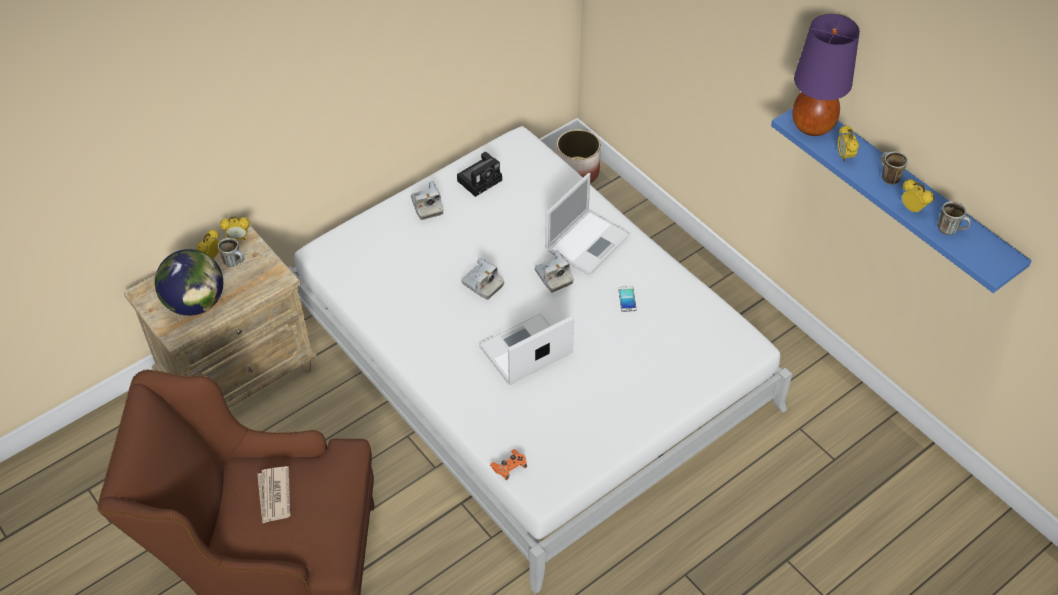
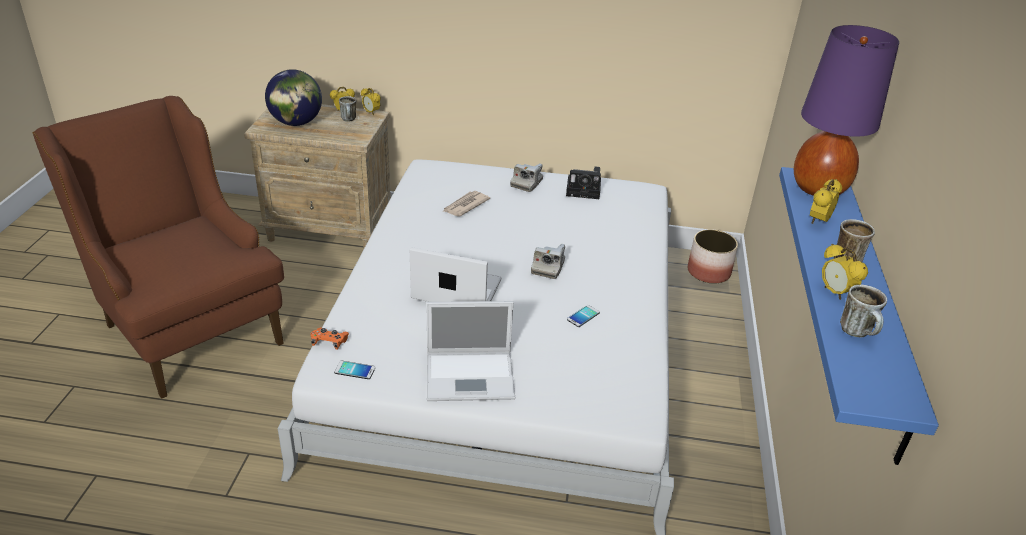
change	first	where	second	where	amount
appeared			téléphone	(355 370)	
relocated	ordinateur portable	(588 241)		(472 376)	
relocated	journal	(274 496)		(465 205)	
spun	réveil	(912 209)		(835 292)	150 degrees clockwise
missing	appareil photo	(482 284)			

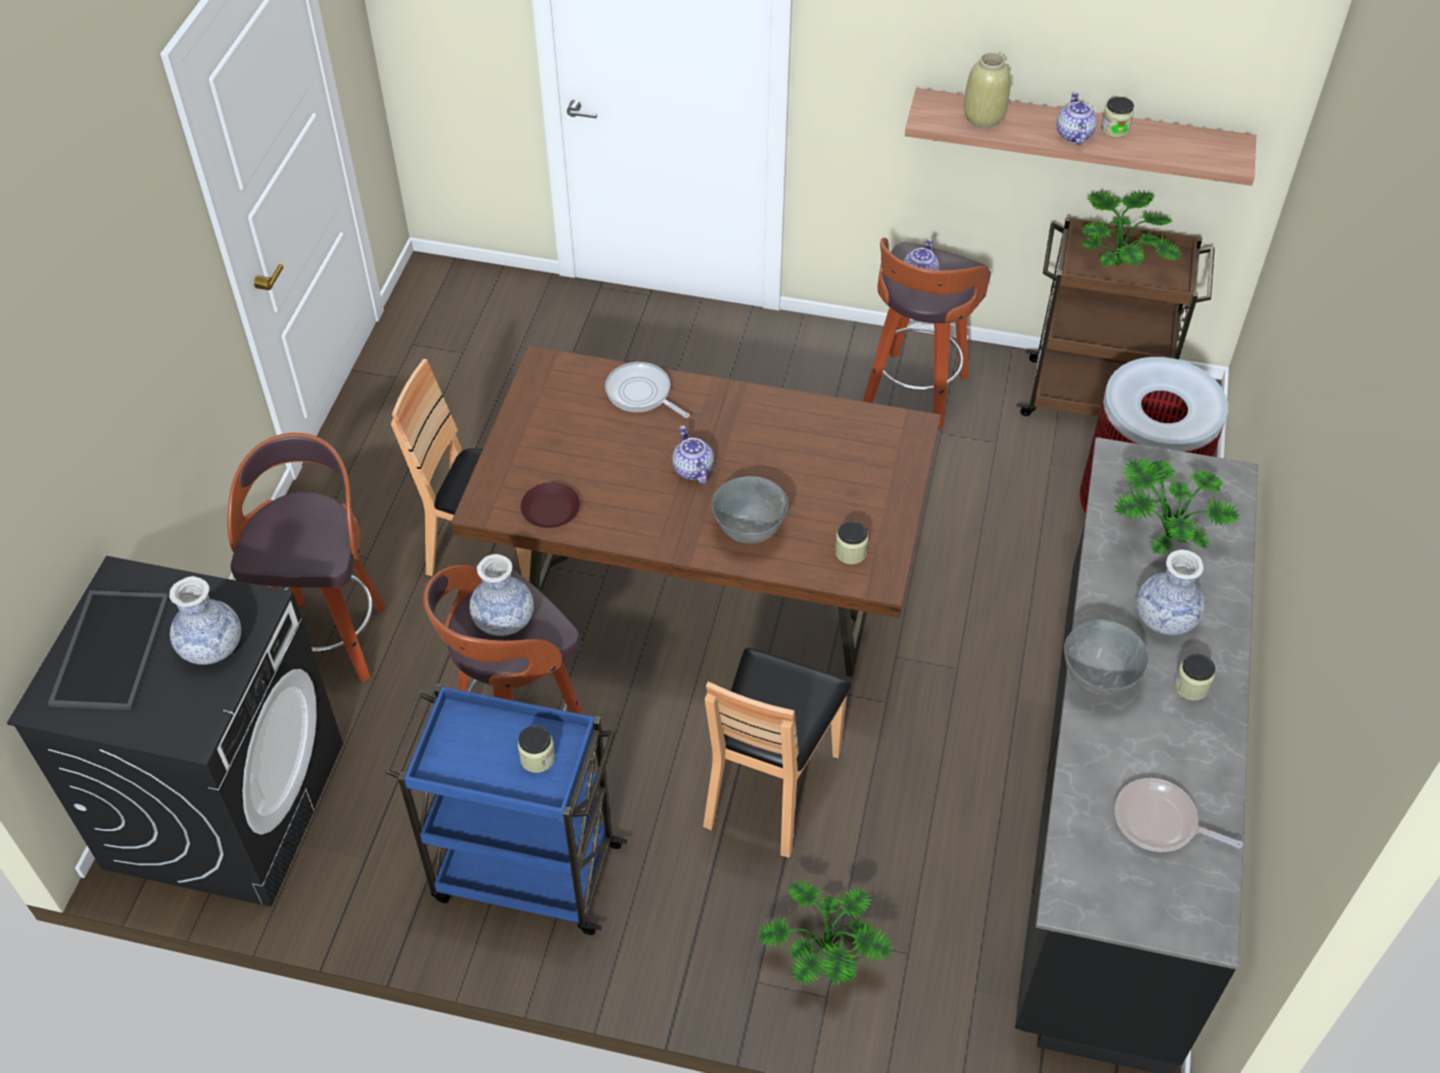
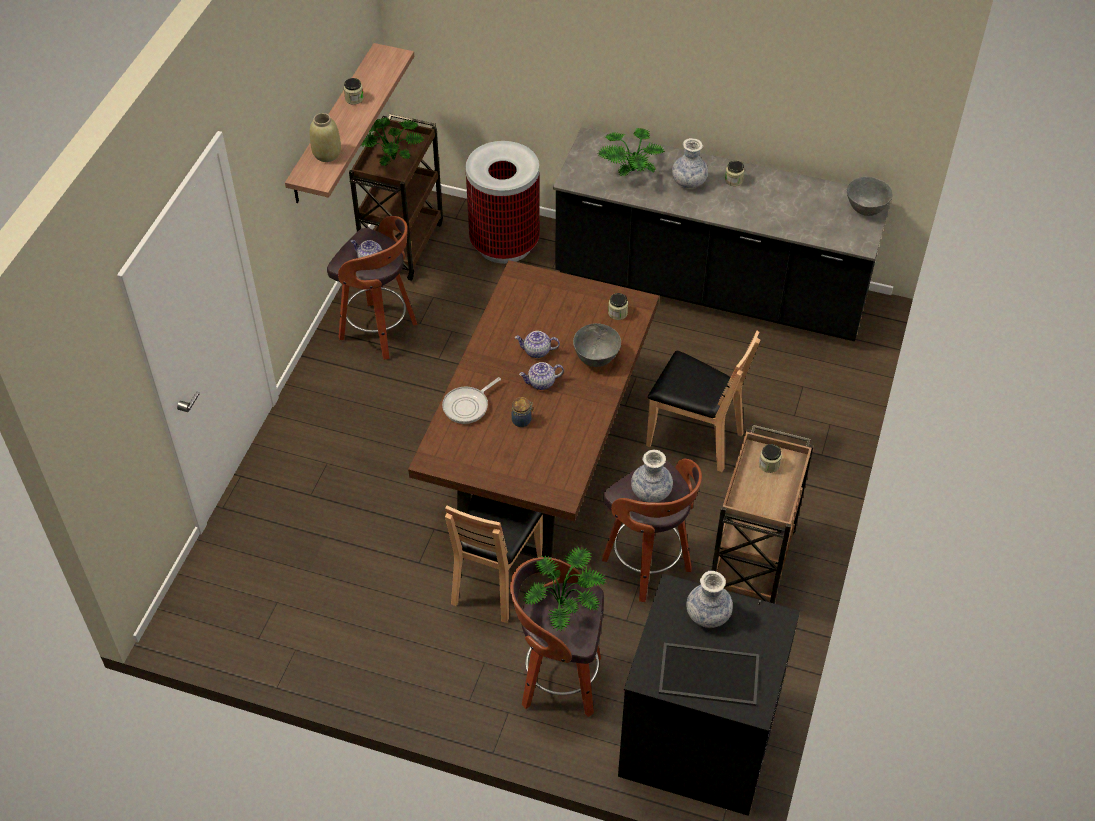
change	first	where	second	where	amount
appeared			bocal	(522 420)	
relocated	théière	(1073 134)		(537 351)	
relocated	plante en pot	(824 957)		(565 605)	
colour	chariot [bleu]	(524 871)	chariot [marron]	(751 565)	
relocated	bol [gris]	(1099 679)		(865 209)	
missing	assiette [marron]	(551 509)			
missing	poêle	(1160 822)			

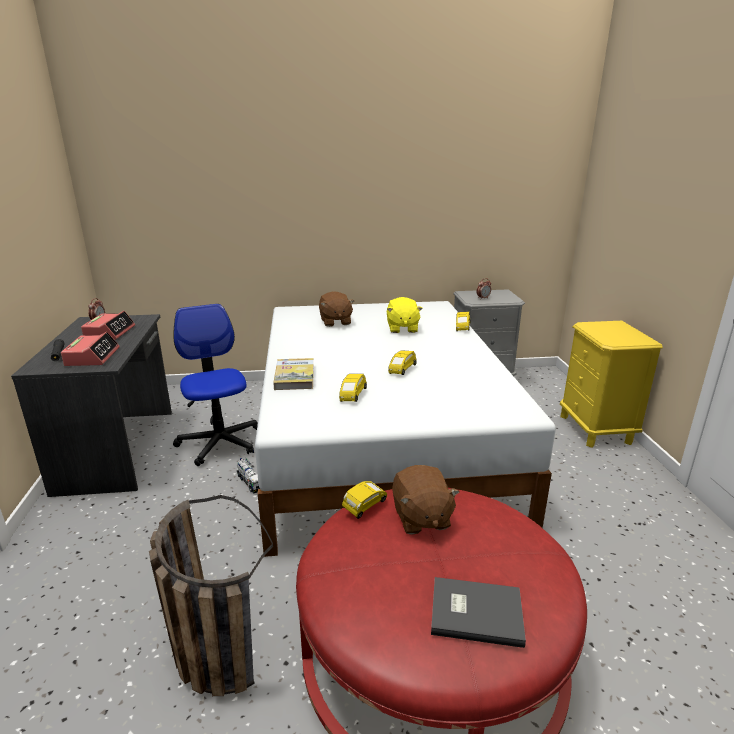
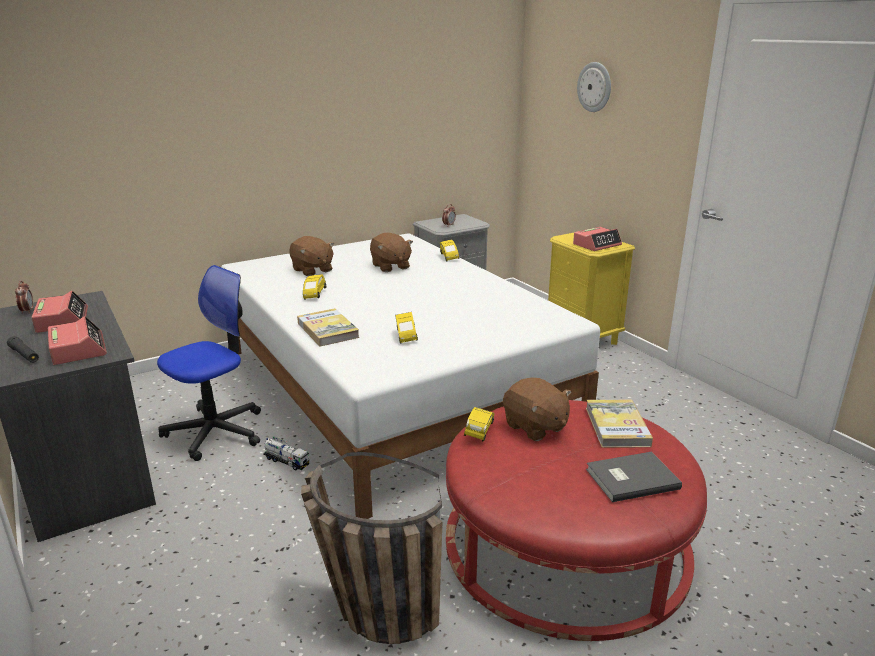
change	first	where	second	where	amount
spun	chaise de bureau	(220 442)		(215 431)	90 degrees clockwise
relocated	petite voiture [jaune]	(401 370)		(314 294)	
colour	peluche [jaune]	(402 328)	peluche [marron]	(390 266)	
appeared			réveil	(597 245)	
appeared			horloge murale	(595 87)	
appeared			livre	(617 426)	

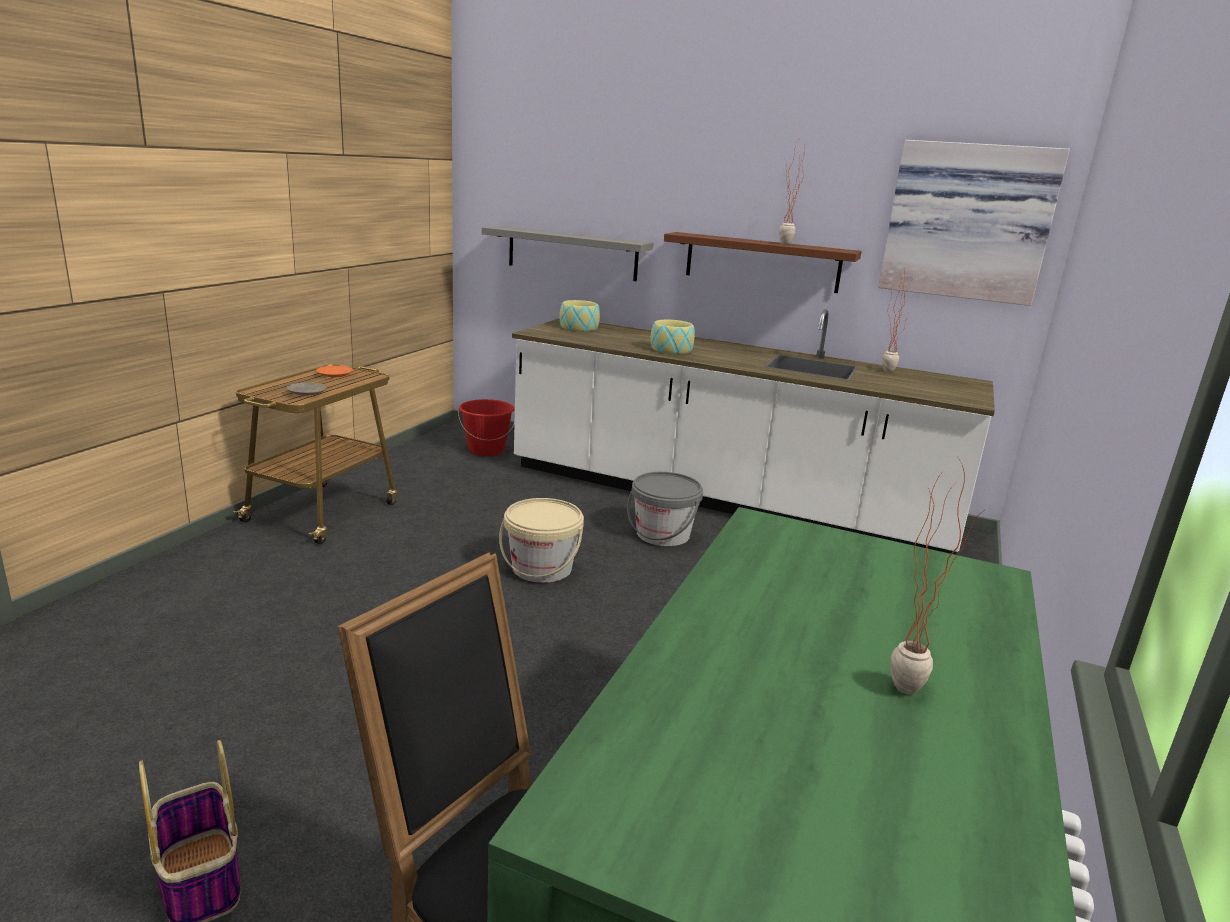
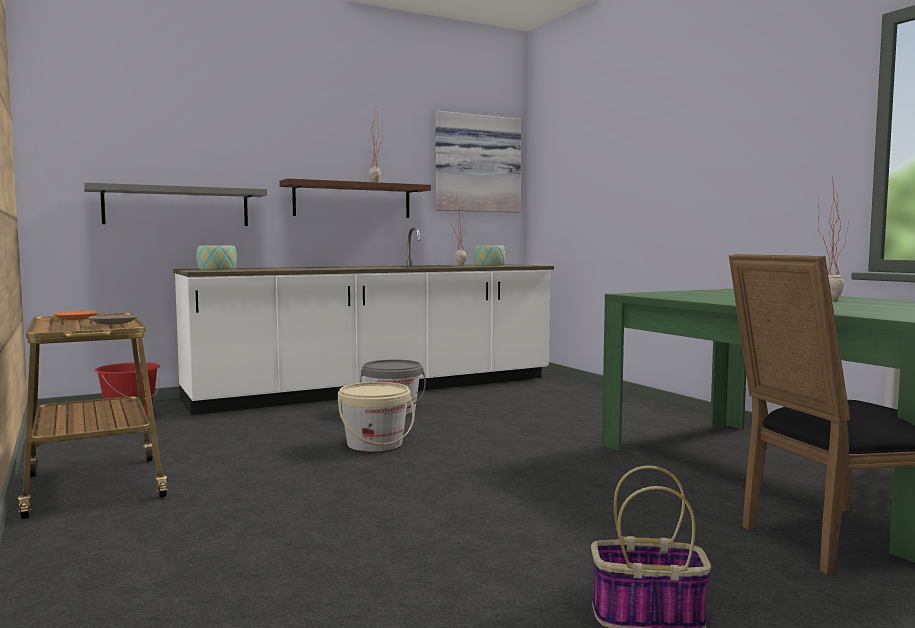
change	first	where	second	where	amount
relocated	bol	(671 350)		(489 265)	

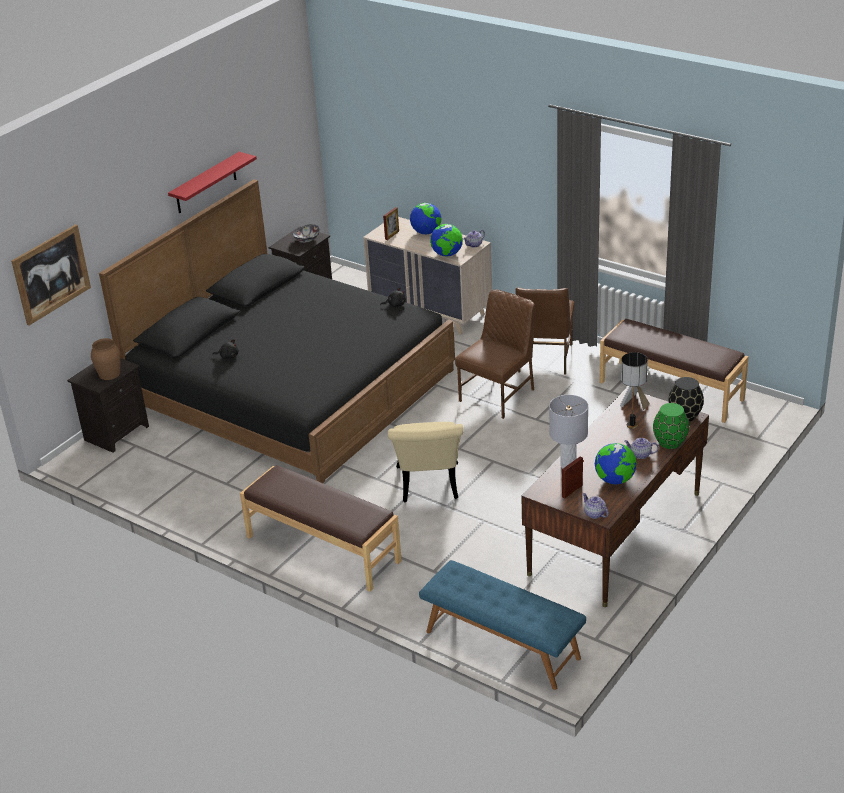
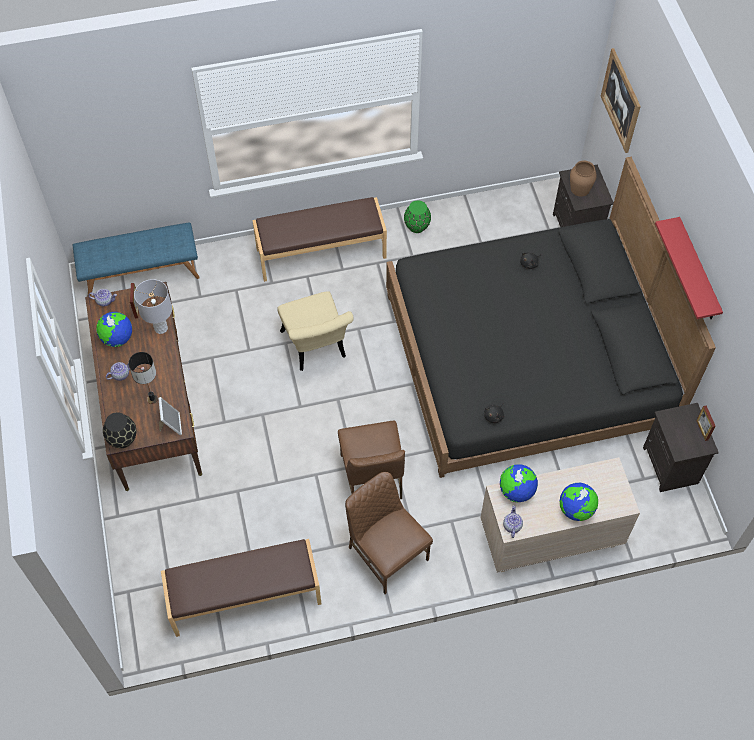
change	first	where	second	where	amount
spun	chaise [beige]	(428 487)		(316 348)	150 degrees counterclockwise
relocated	vase [vert]	(670 442)		(417 226)	
relocated	cadre photo	(392 235)		(702 430)	
missing	bol	(307 240)			

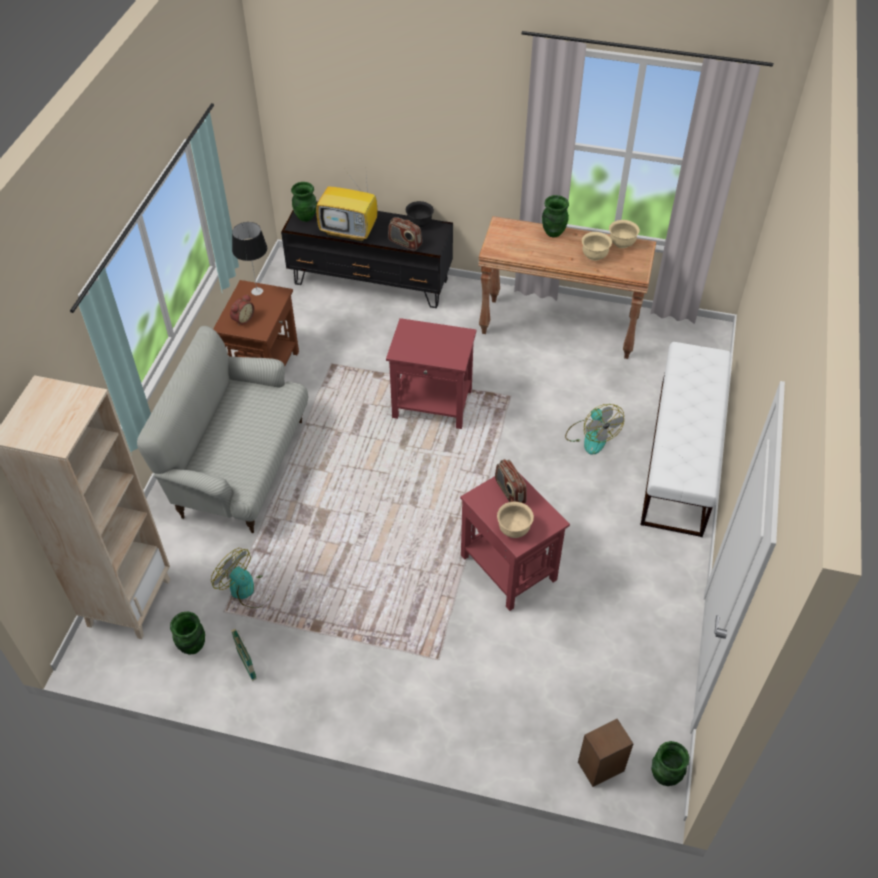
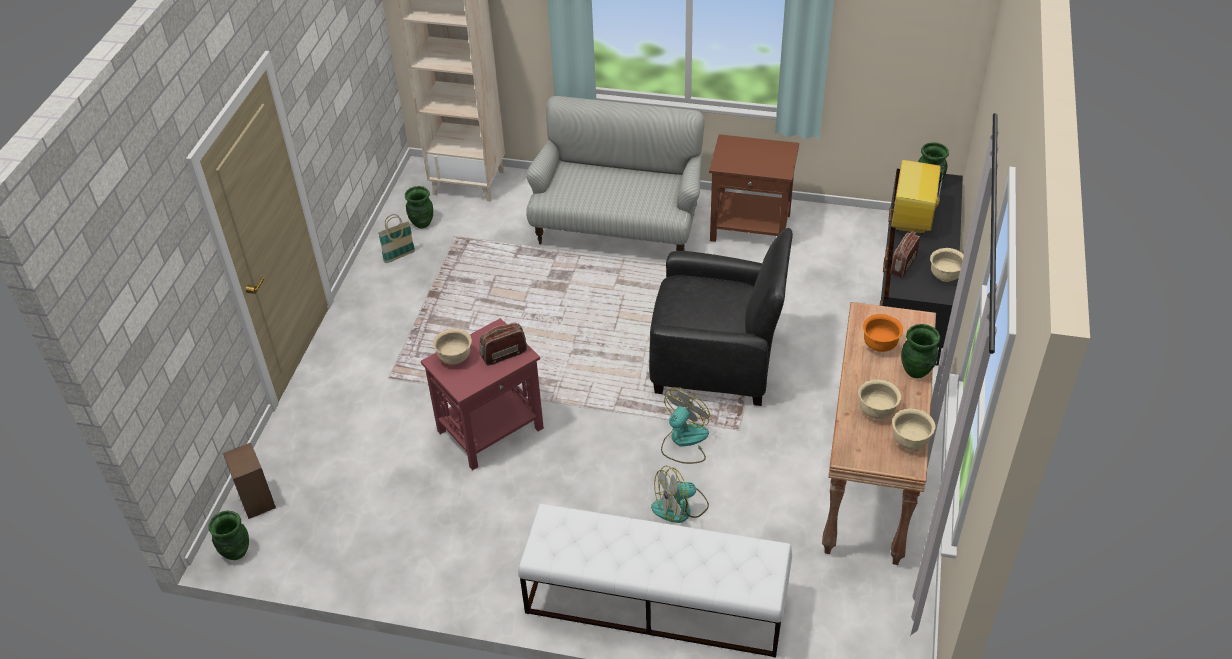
change	first	where	second	where	amount
exchanged	table d'appoint [rouge]	(432 404)	fauteuil [noir]	(717 360)	
relocated	ventilateur	(248 589)		(684 441)	
appeared			bol [orange]	(880 345)	
colour	bol [noir]	(419 224)	bol [beige]	(945 276)	
missing	réveil	(242 319)			
missing	lampe de table	(257 291)			

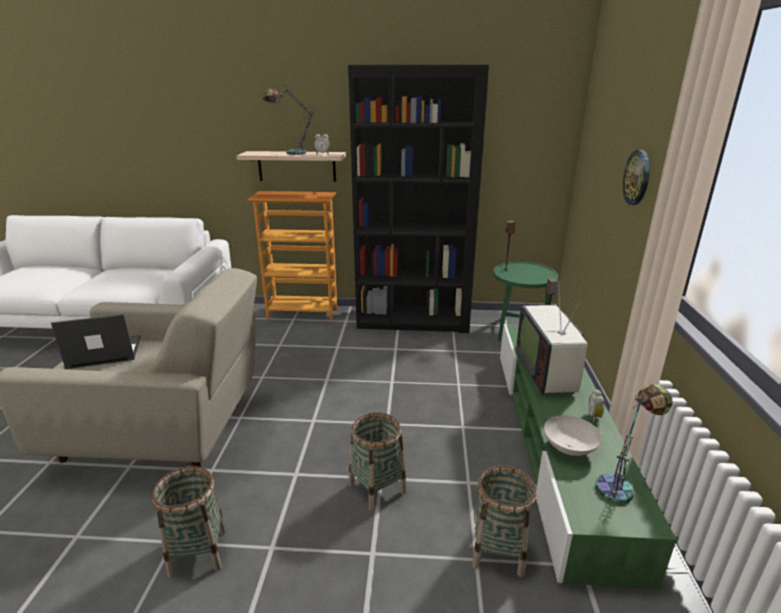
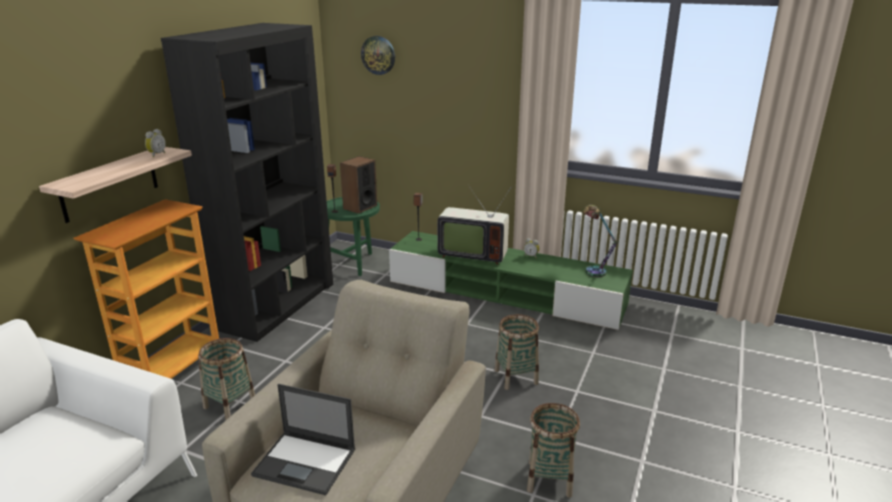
change	first	where	second	where	amount
relocated	panier	(498 551)		(230 404)	
spun	ordinateur portable	(104 353)		(306 462)	75 degrees counterclockwise
appeared			enceinte	(360 207)	
relocated	horloge murale	(637 177)		(378 55)	
missing	lampe de table	(290 153)			
missing	bol [blanc]	(570 449)			

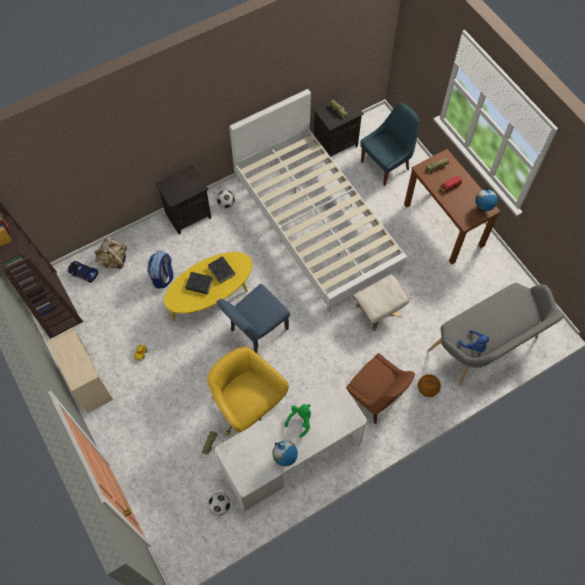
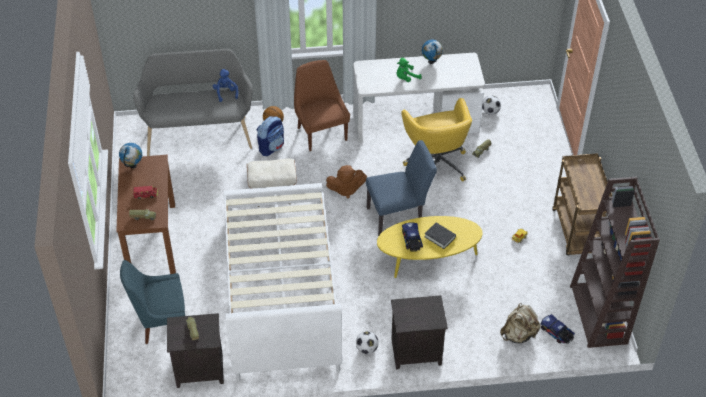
change	first	where	second	where	amount
relocated	sac à dos	(163 277)		(271 147)	
appeared			peluche [marron]	(346 189)	
exchanged	livre [noir]	(221 271)	camion jouet	(412 241)	
exchanged	commode [beige]	(88 382)	chariot [marron]	(578 232)	

